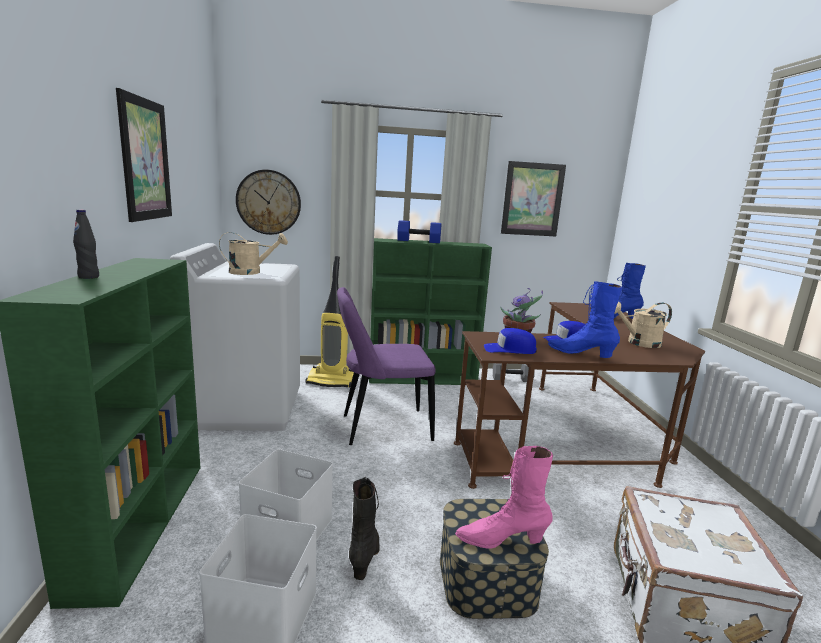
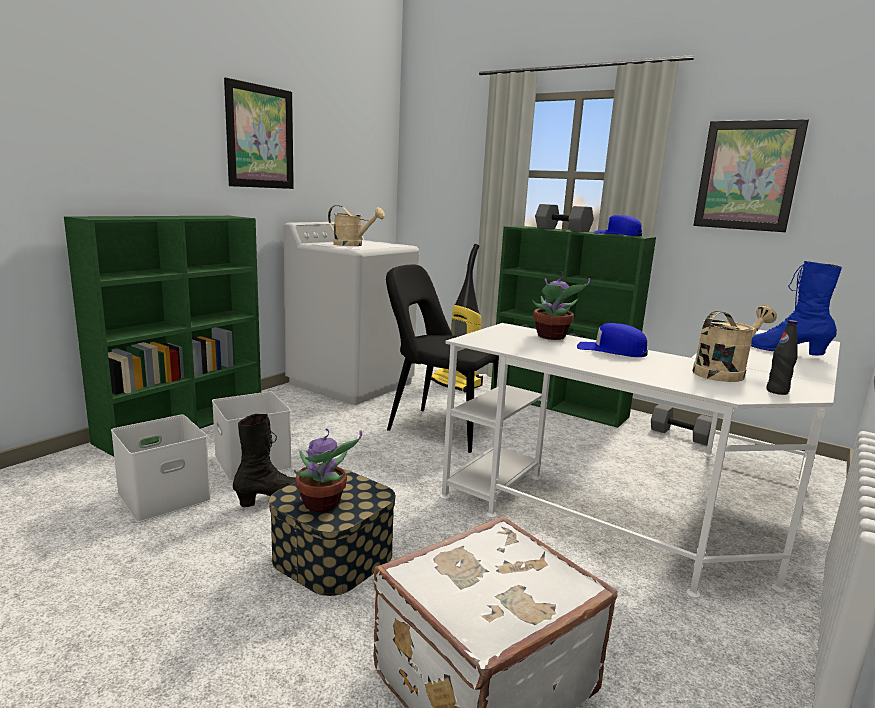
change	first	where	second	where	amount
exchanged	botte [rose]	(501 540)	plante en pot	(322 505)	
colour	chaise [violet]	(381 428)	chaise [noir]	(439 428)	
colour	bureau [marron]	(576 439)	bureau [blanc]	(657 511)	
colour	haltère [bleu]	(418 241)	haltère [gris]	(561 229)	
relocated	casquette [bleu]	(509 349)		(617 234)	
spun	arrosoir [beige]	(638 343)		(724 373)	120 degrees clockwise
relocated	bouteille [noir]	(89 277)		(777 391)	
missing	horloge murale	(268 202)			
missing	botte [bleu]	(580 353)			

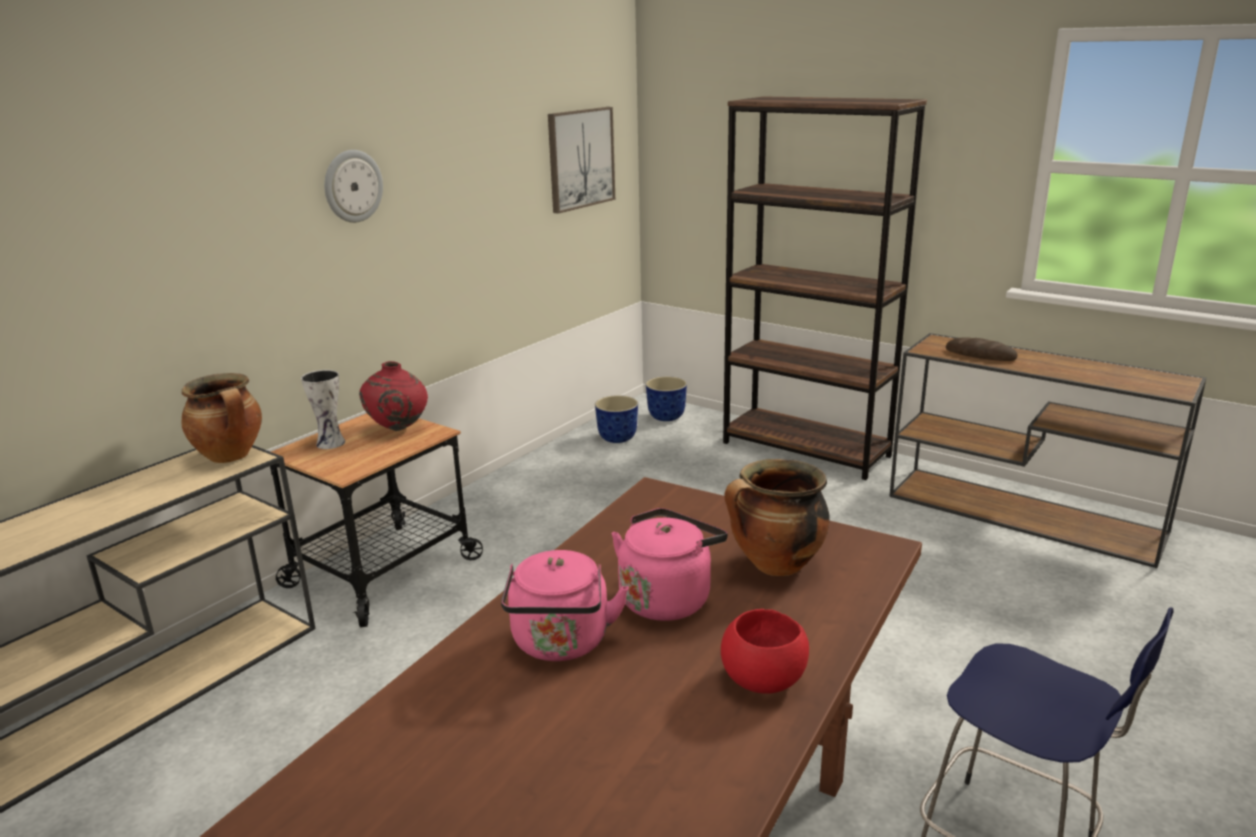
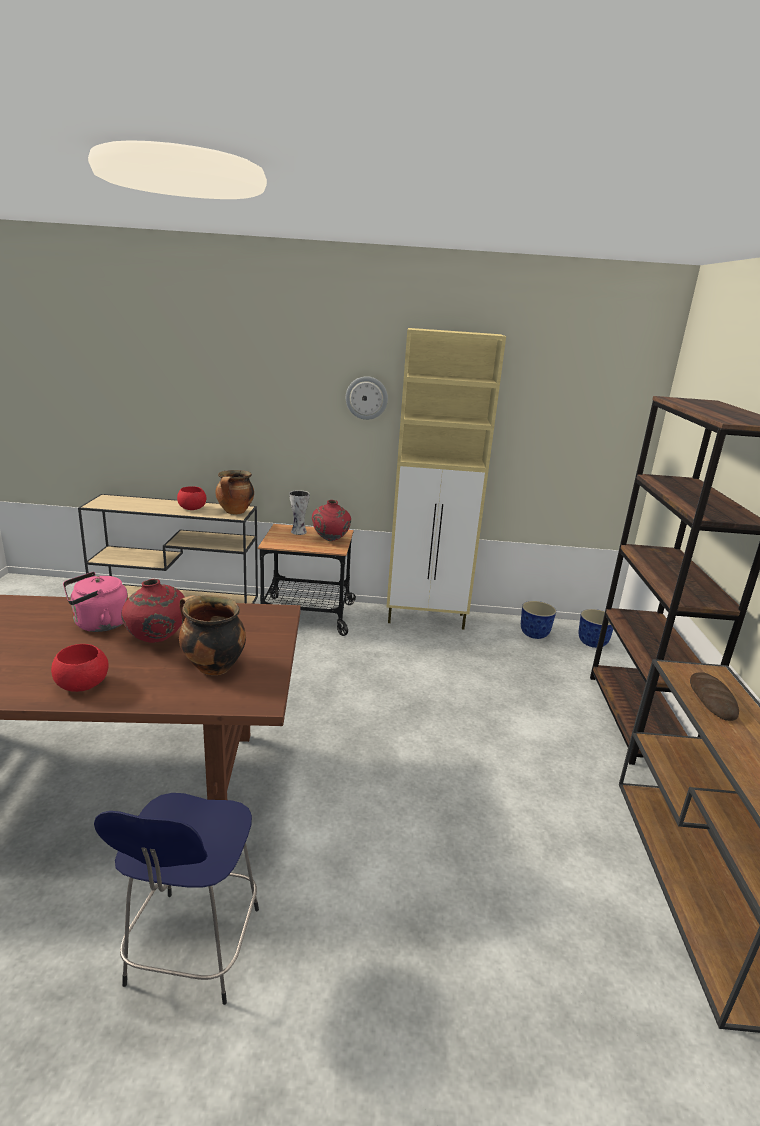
change	first	where	second	where	amount
exchanged	bouilloire [rose]	(667 598)	vase [rouge]	(156 641)	
appeared			bol [rouge]	(192 509)	
appeared			meuble de rangement [beige]	(427 619)	
missing	tableau	(580 158)			

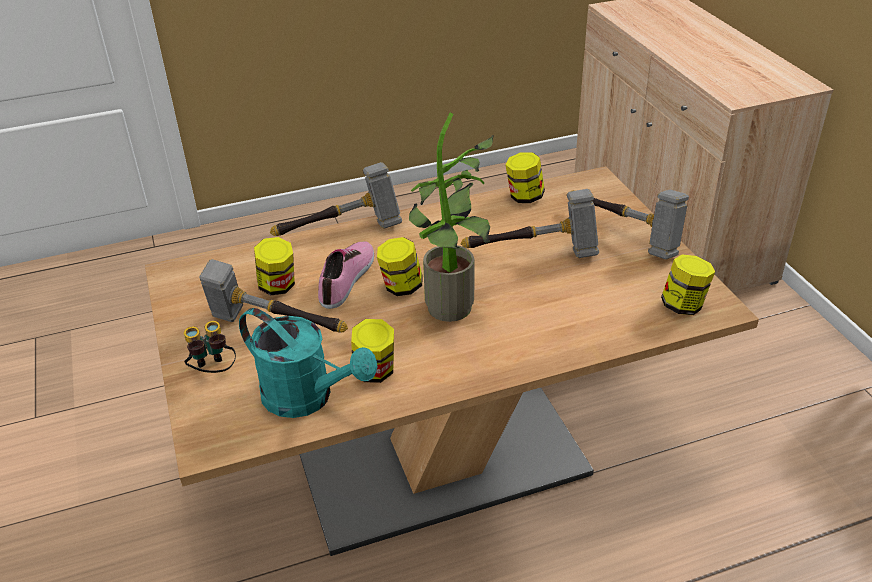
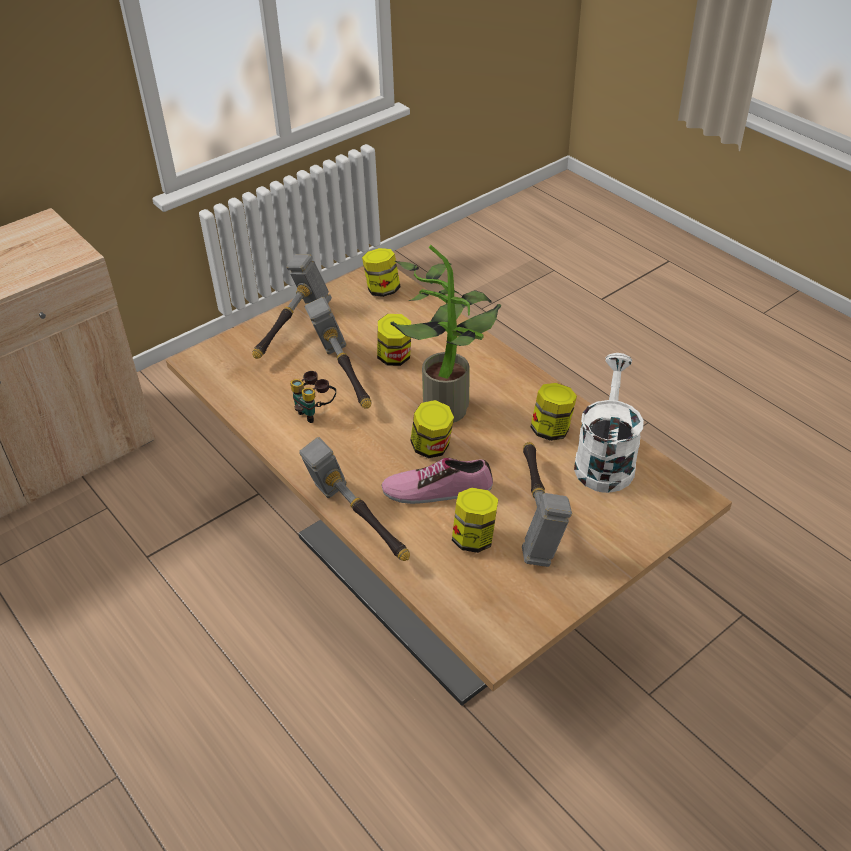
change	first	where	second	where	amount
relocated	jumelles	(213 372)		(315 412)	
relocated	bocal	(524 197)		(395 358)	
colour	arrosoir [turquoise]	(308 398)	arrosoir [blanc]	(604 459)	

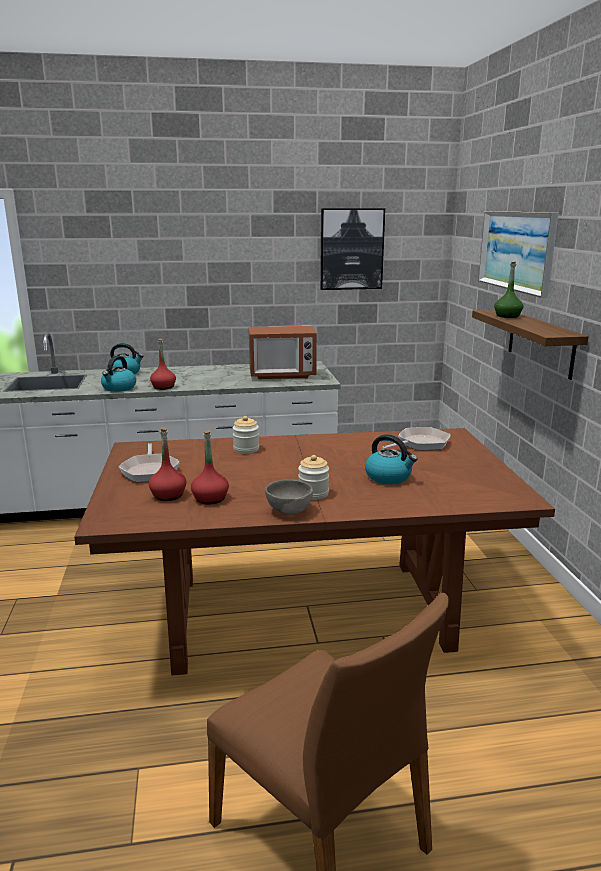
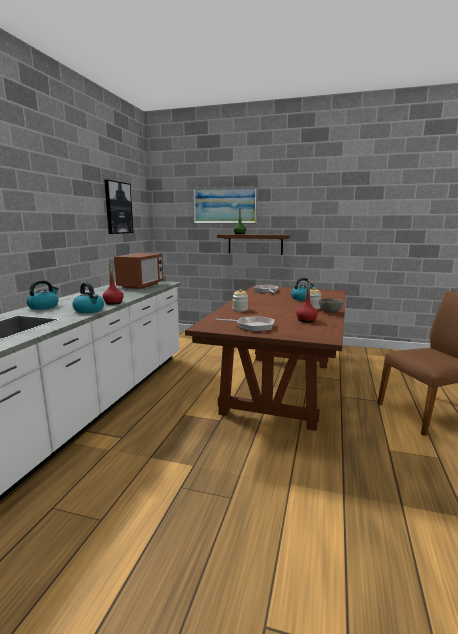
change	first	where	second	where	amount
missing	bouteille [rouge]	(168 495)			

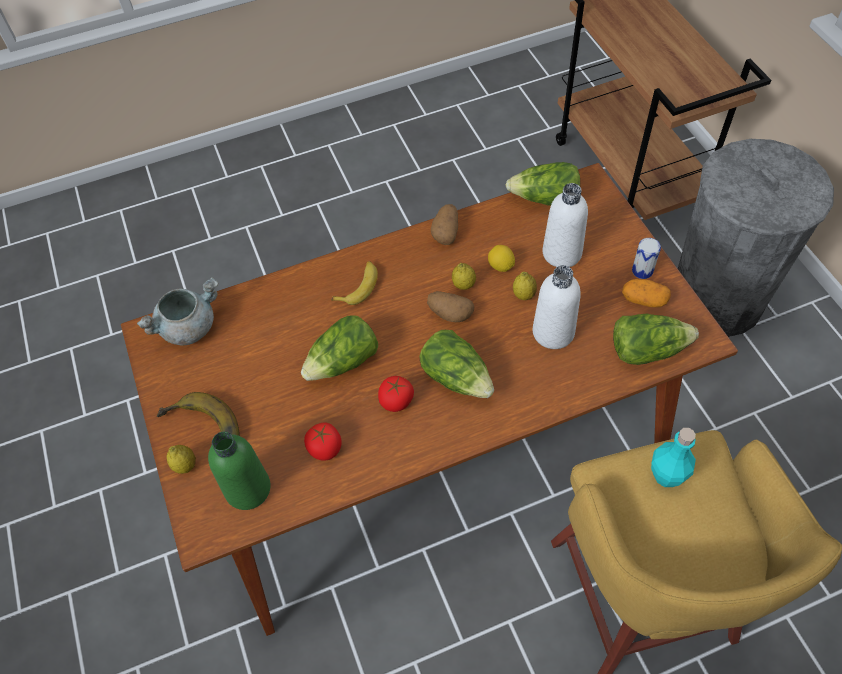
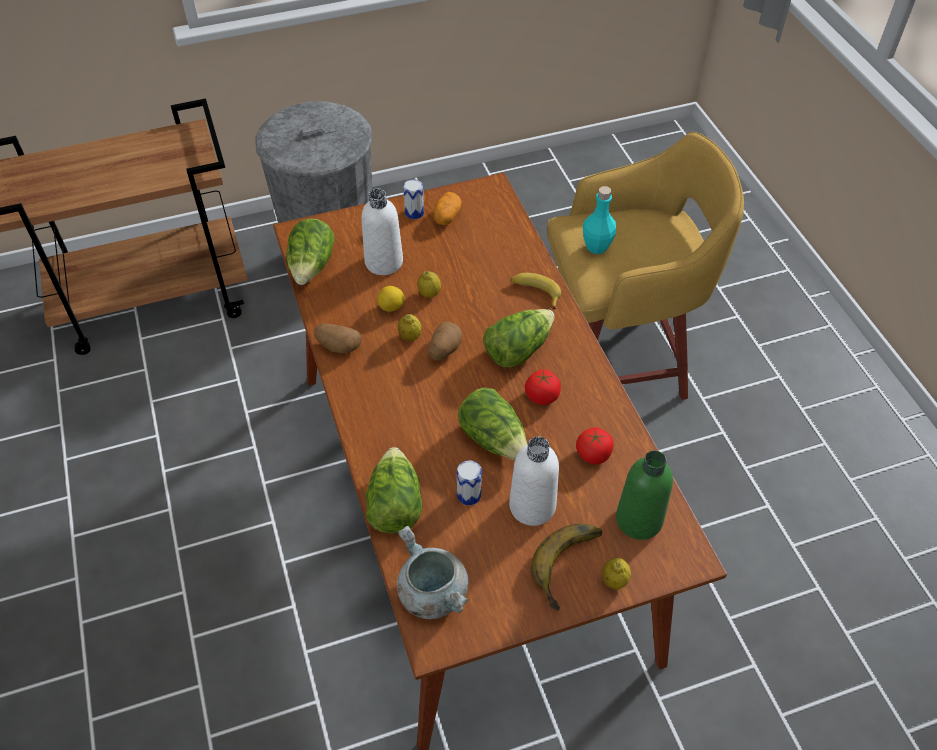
change	first	where	second	where	amount
relocated	laitue	(647 349)		(394 504)	
appeared			boîte métallique	(469 495)	
relocated	bouteille [blanc]	(553 332)		(532 506)	
relocated	banane	(359 286)		(535 292)	

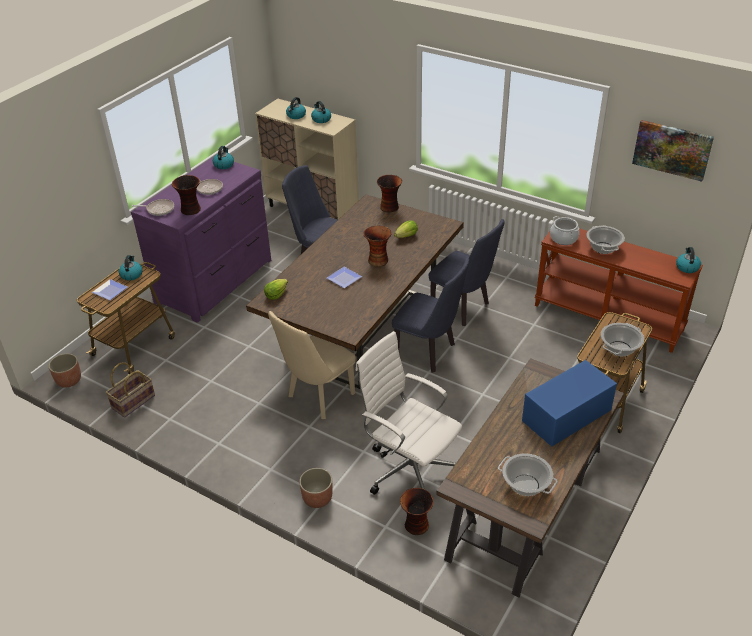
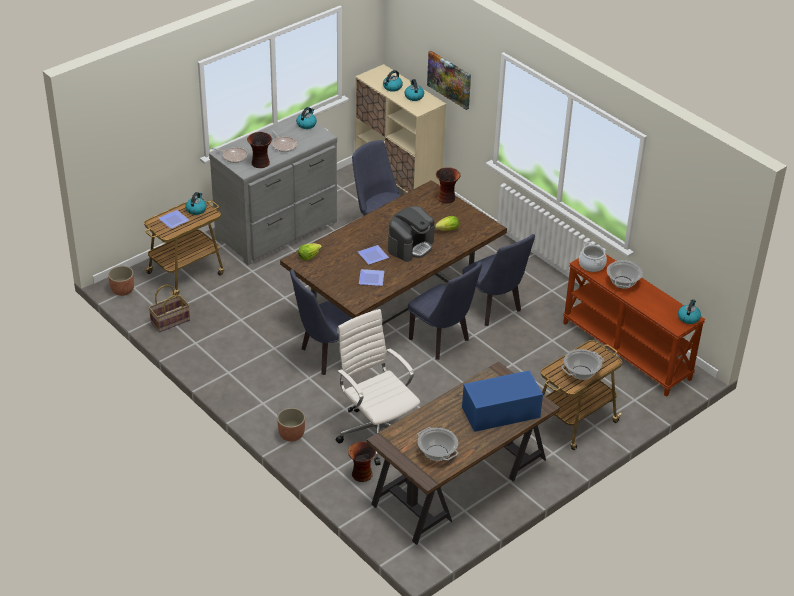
change	first	where	second	where	amount
colour	commode [violet]	(216 281)	commode [gris]	(278 231)	
colour	chaise [beige]	(317 398)	chaise [bleu]	(325 356)	
appeared			assiette	(372 278)	
exchanged	vase	(378 260)	machine à café	(410 246)	
relocated	tableau	(672 149)		(449 79)	

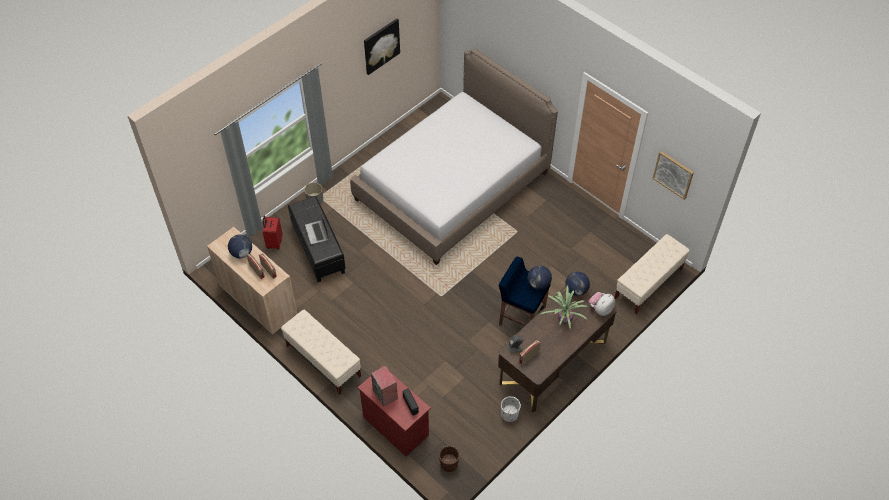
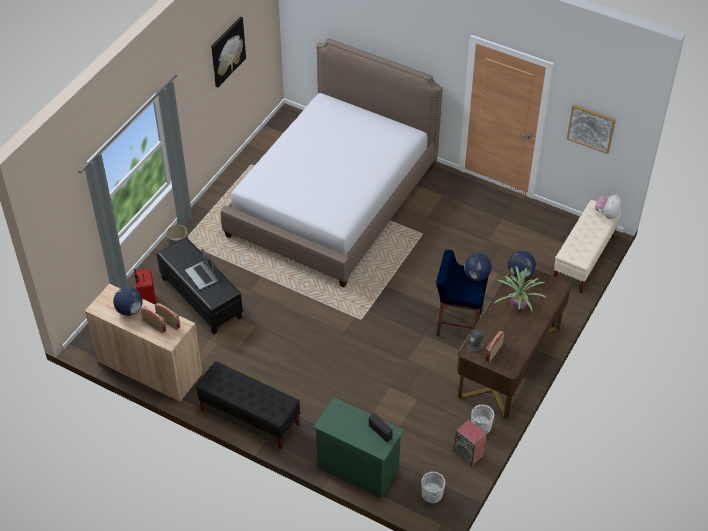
change	first	where	second	where	amount
colour	banc [beige]	(323 361)	banc [noir]	(249 417)	
colour	commode [rouge]	(395 425)	commode [vert]	(357 468)	
colour	cache-pot [marron]	(449 464)	cache-pot [blanc]	(432 494)	
relocated	enceinte	(385 394)		(469 453)	
relocated	peluche	(600 309)		(607 214)	

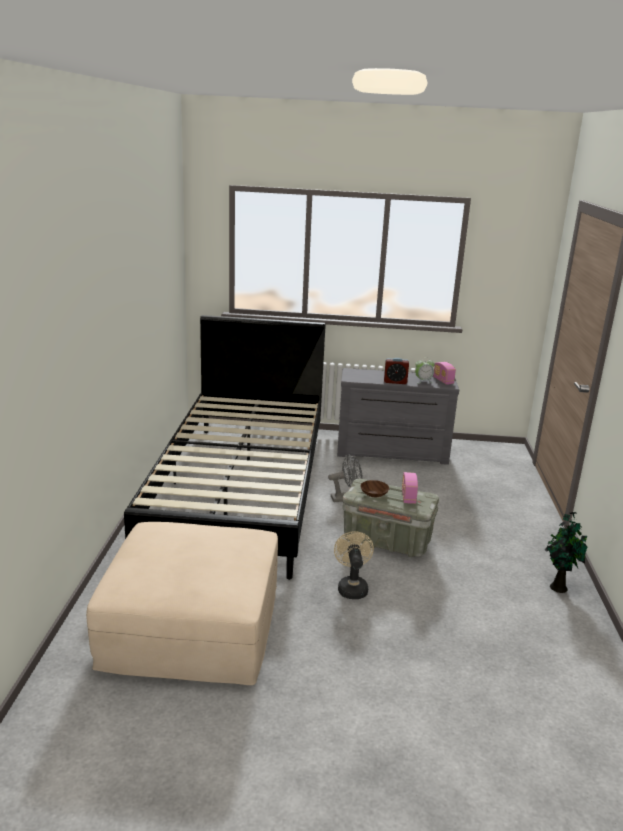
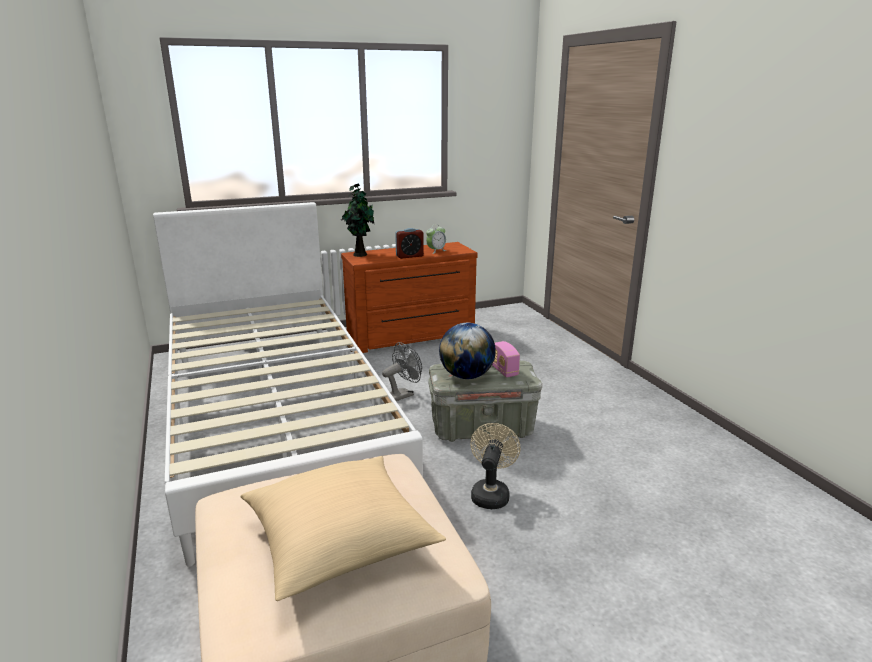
change	first	where	second	where	amount
colour	lit [noir]	(240 490)	lit [blanc]	(275 418)	
appeared			coussin [beige]	(339 541)	
relocated	plante en pot	(557 586)		(359 254)	
colour	commode [gris]	(392 453)	commode [marron]	(412 337)	
exchanged	bol [marron]	(374 494)	globe	(466 376)	
spun	ventilateur [beige]	(352 587)		(491 493)	45 degrees clockwise
missing	radio	(443 381)			

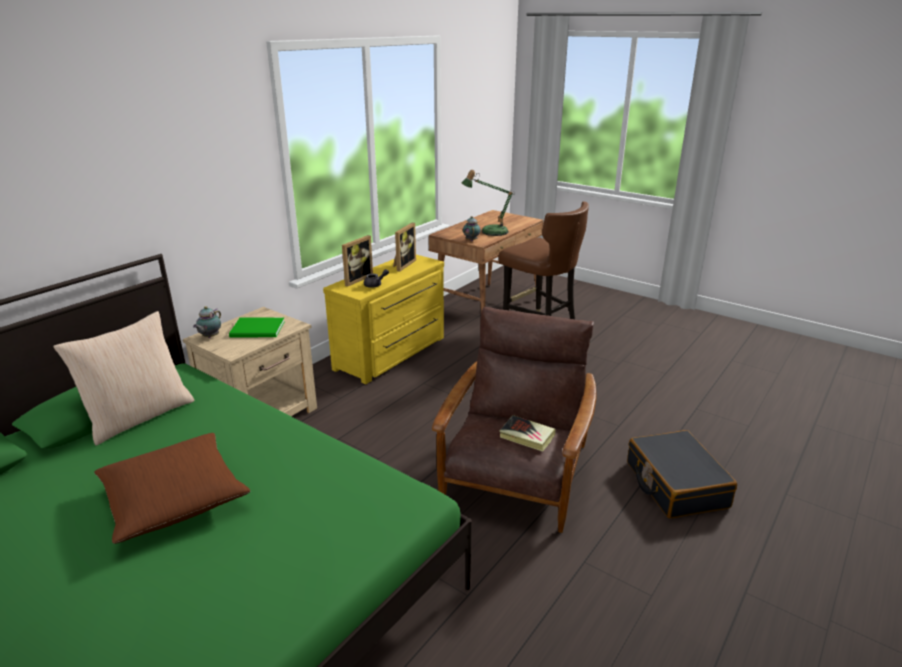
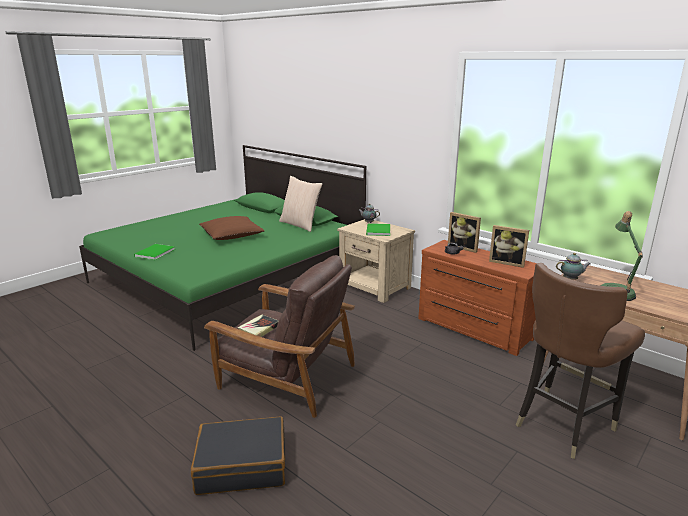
change	first	where	second	where	amount
appeared			livre [vert]	(153 253)	
colour	commode [jaune]	(393 354)	commode [marron]	(472 329)	

